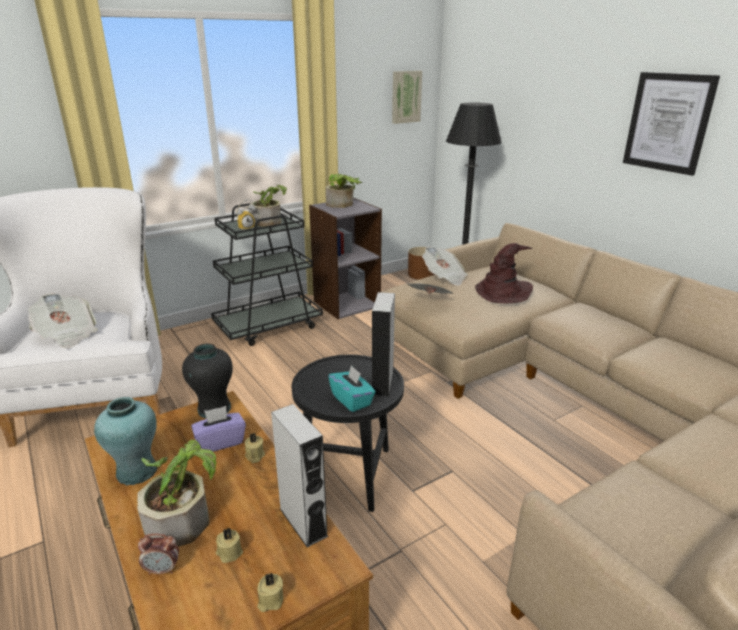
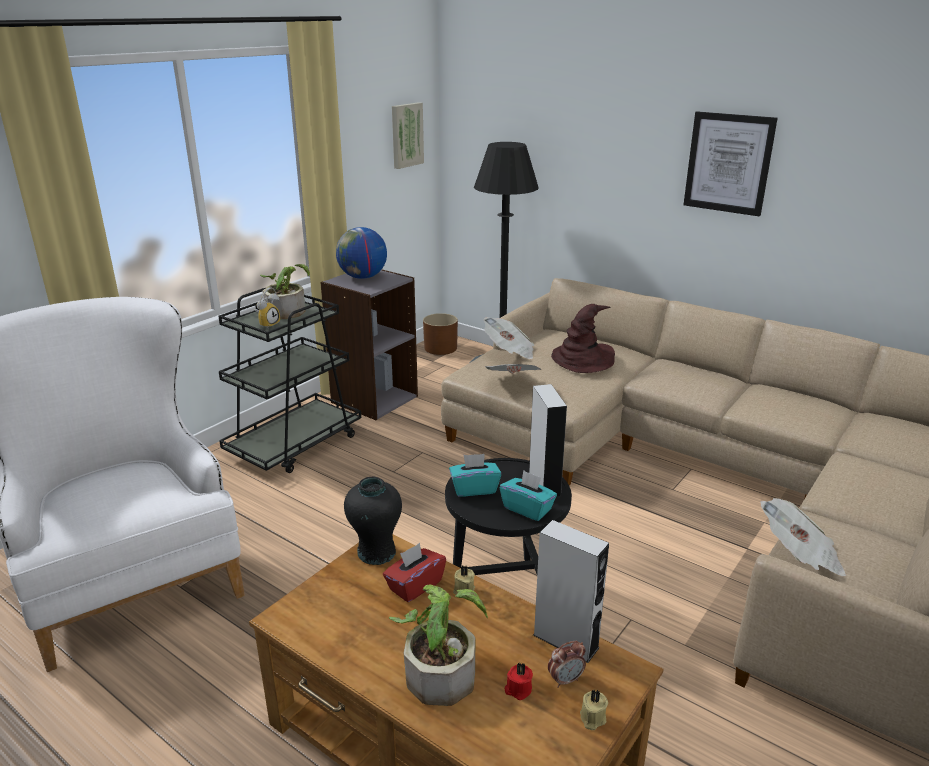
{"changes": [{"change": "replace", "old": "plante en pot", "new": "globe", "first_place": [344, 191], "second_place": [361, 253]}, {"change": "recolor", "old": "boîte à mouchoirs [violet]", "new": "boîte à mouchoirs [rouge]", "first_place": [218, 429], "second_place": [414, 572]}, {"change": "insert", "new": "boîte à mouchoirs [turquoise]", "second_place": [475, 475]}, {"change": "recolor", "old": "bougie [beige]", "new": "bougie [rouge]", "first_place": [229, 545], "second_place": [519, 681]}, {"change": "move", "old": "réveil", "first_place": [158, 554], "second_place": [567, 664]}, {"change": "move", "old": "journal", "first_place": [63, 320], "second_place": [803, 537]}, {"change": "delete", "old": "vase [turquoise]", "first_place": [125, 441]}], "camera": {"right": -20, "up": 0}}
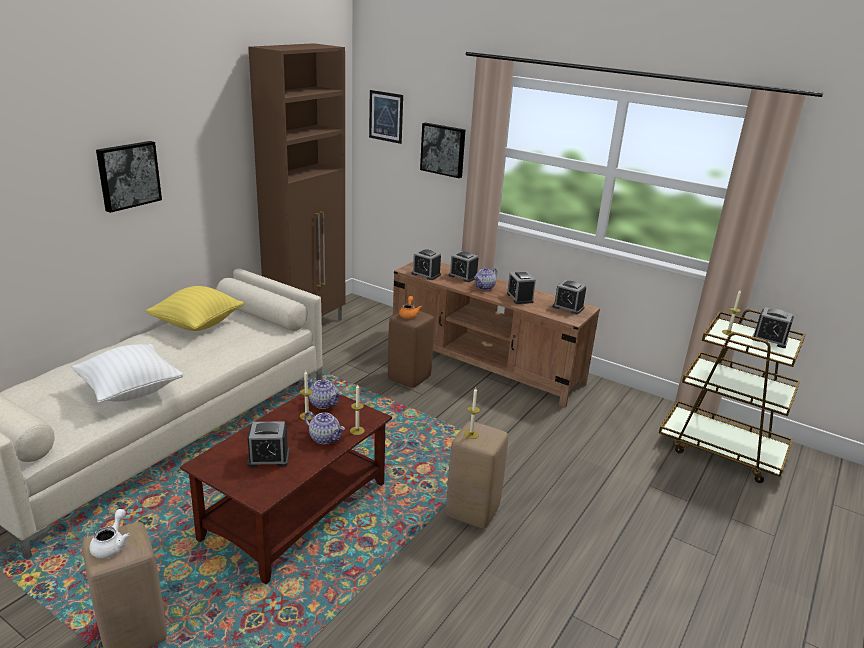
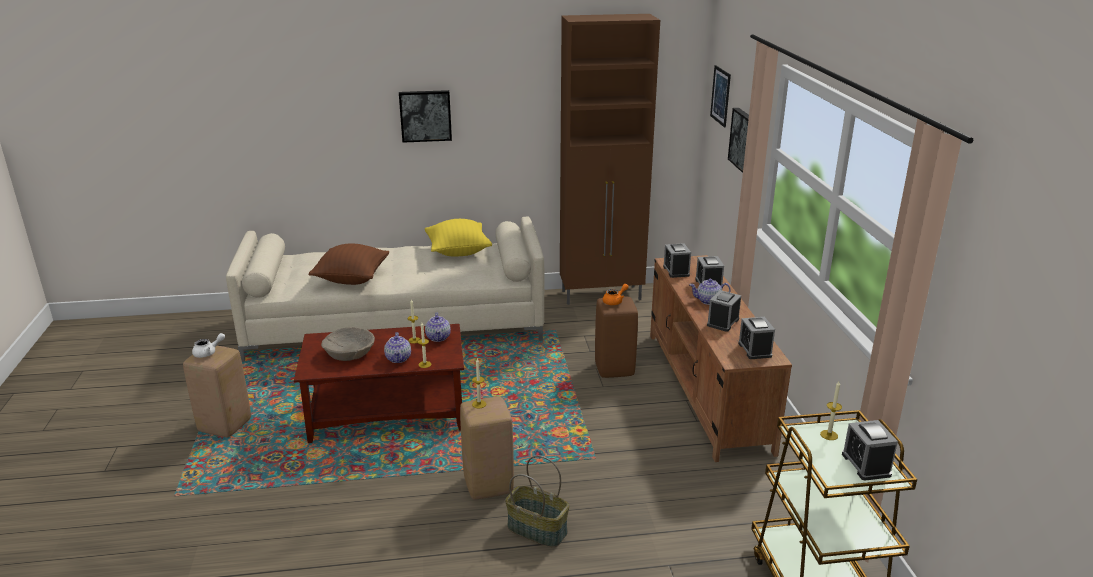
{"changes": [{"change": "recolor", "old": "coussin [blanc]", "new": "coussin [marron]", "first_place": [127, 373], "second_place": [348, 264]}, {"change": "replace", "old": "réveil", "new": "bol [beige]", "first_place": [268, 444], "second_place": [348, 344]}, {"change": "insert", "new": "panier", "second_place": [537, 501]}], "camera": {"right": 50, "up": 0}}
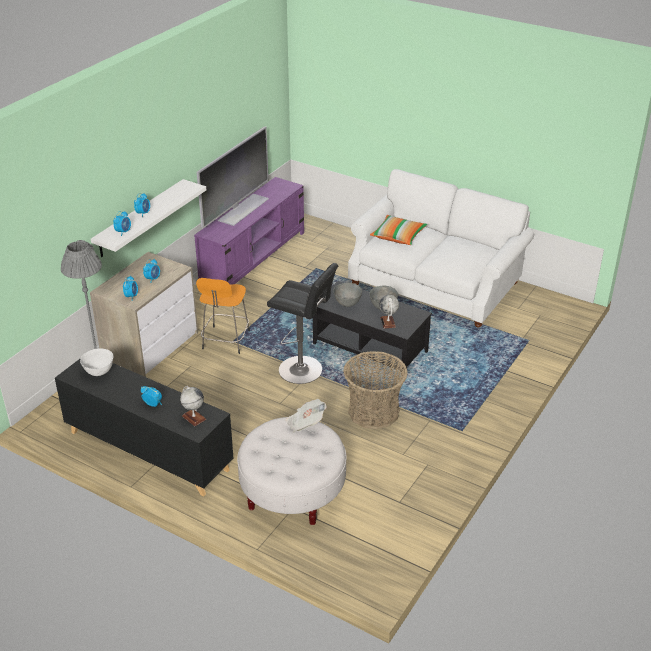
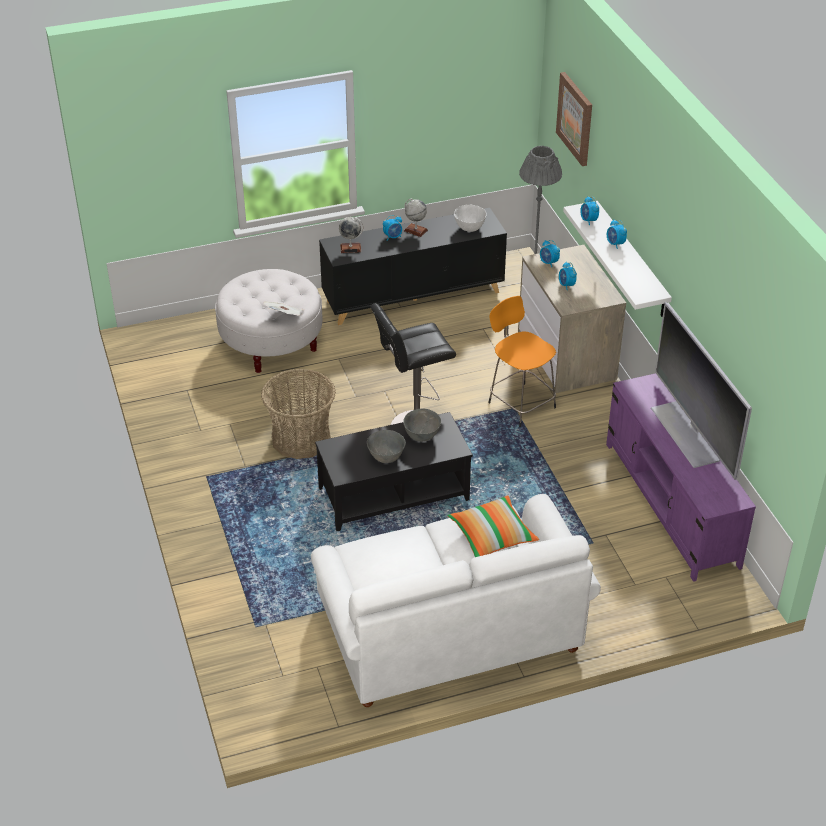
{"changes": [{"change": "move", "old": "globe", "first_place": [389, 312], "second_place": [416, 217]}, {"change": "insert", "new": "tableau", "second_place": [574, 119]}], "camera": {"right": 130, "up": 5}}
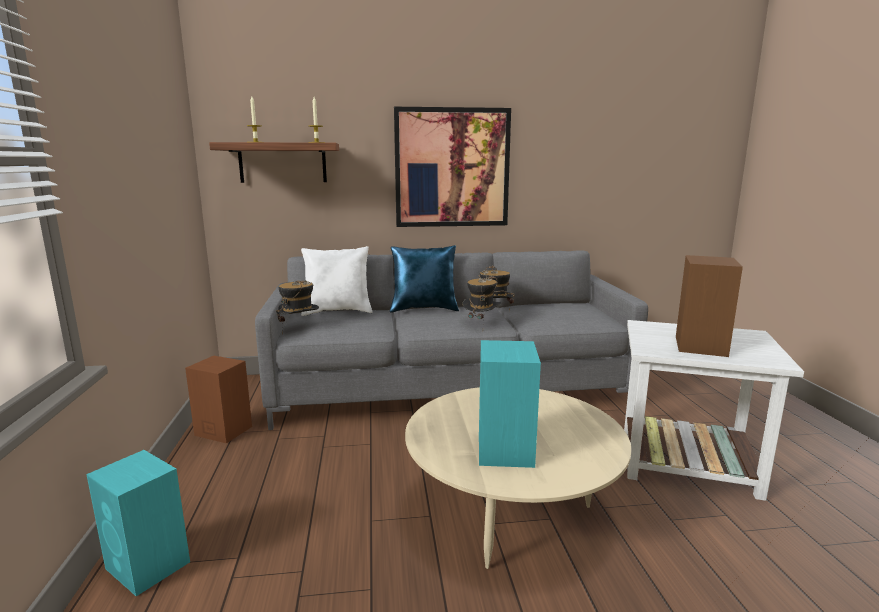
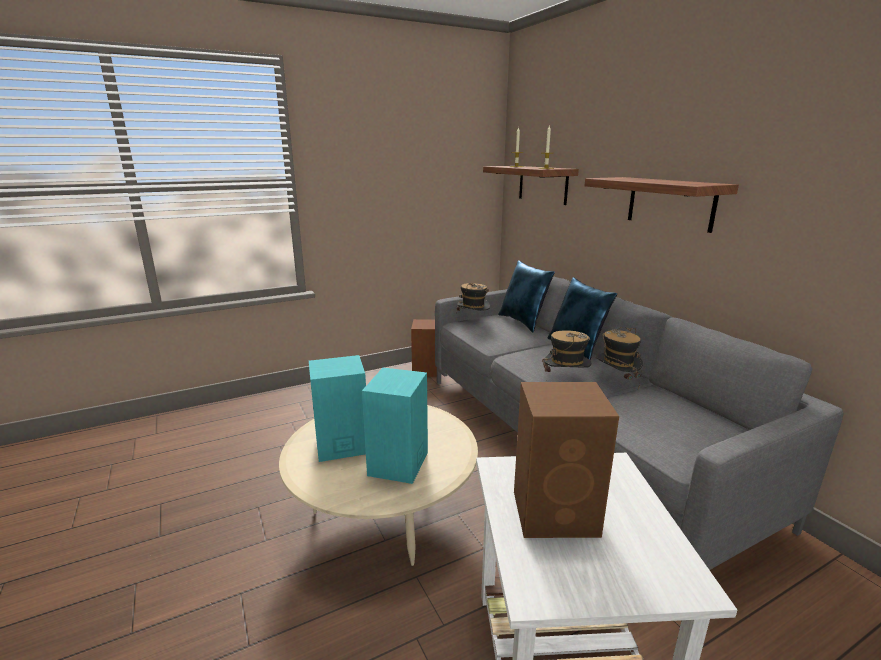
{"changes": [{"change": "move", "old": "enceinte [turquoise]", "first_place": [138, 523], "second_place": [395, 426]}, {"change": "recolor", "old": "coussin [blanc]", "new": "coussin [bleu]", "first_place": [337, 281], "second_place": [526, 296]}, {"change": "replace", "old": "tableau", "new": "étagère", "first_place": [452, 167], "second_place": [661, 205]}], "camera": {"right": 70, "up": 5}}
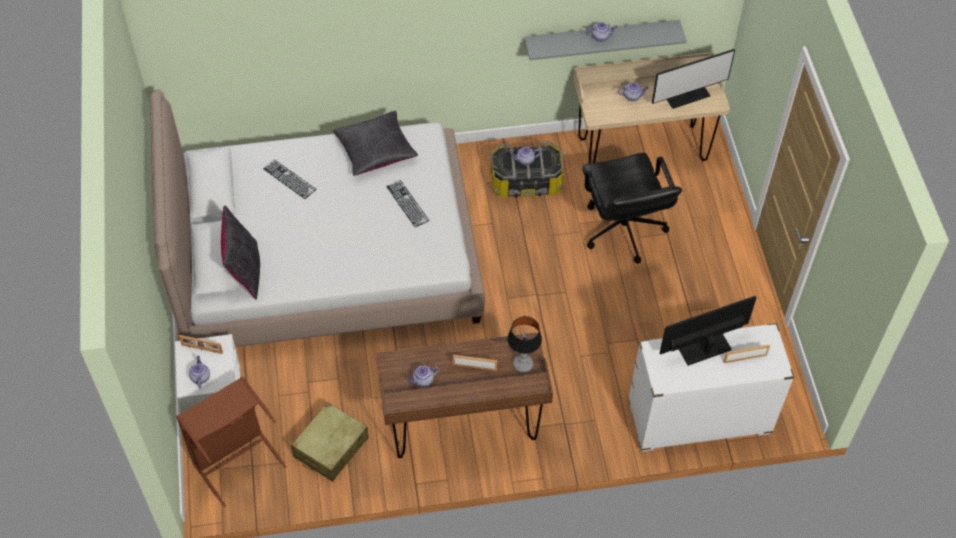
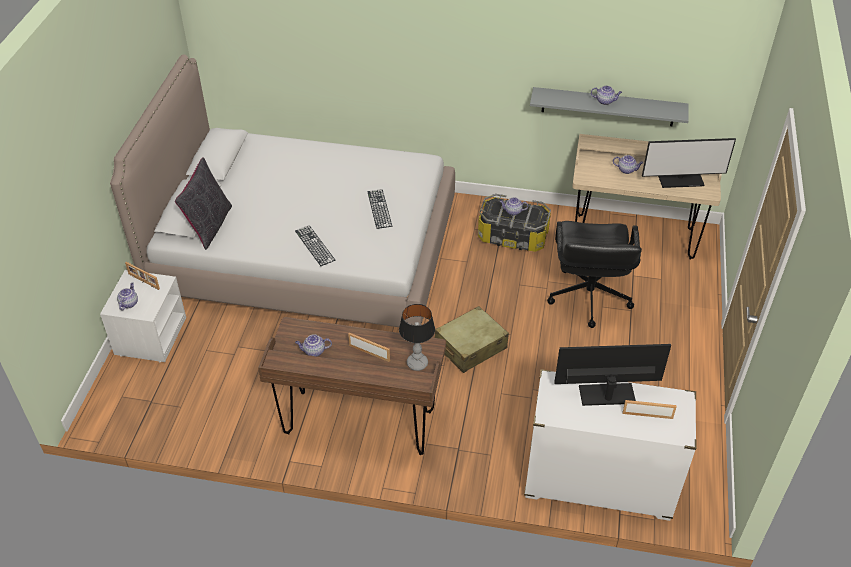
{"changes": [{"change": "move", "old": "clavier", "first_place": [289, 179], "second_place": [315, 245]}, {"change": "move", "old": "valise [beige]", "first_place": [330, 441], "second_place": [472, 339]}, {"change": "delete", "old": "panier à linge [marron]", "first_place": [231, 441]}, {"change": "delete", "old": "coussin [noir]", "first_place": [375, 143]}], "camera": {"right": 20, "up": -10}}
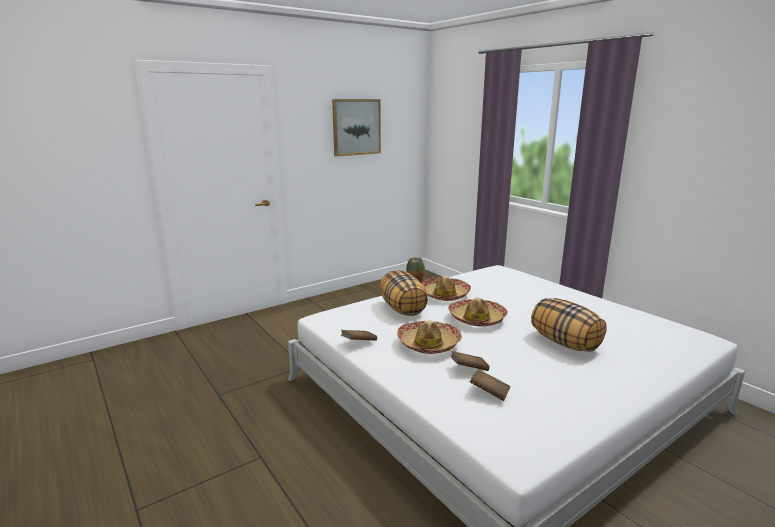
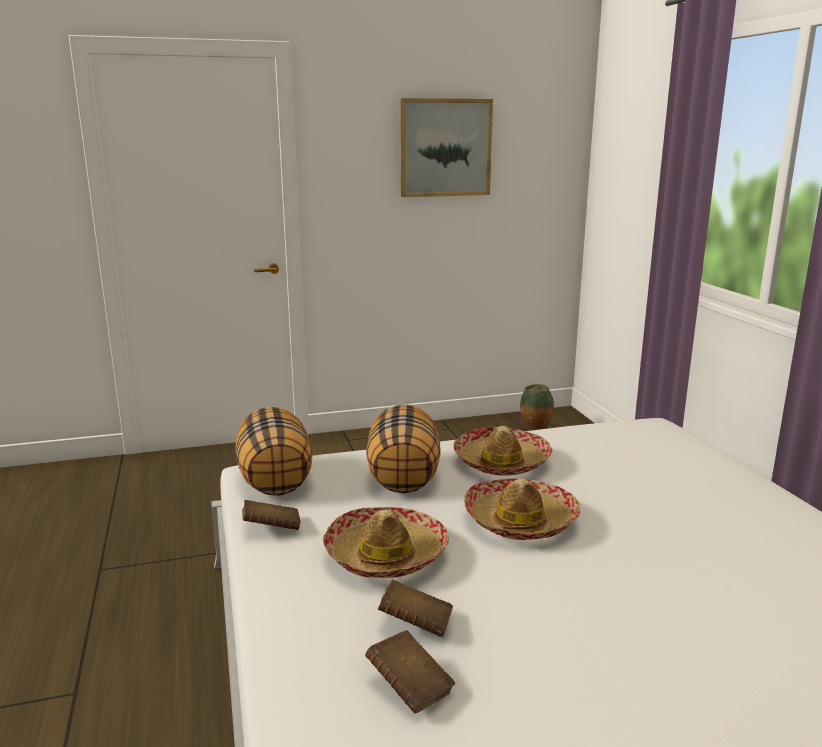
{"changes": [{"change": "move", "old": "coussin", "first_place": [569, 325], "second_place": [273, 451]}], "camera": {"right": 20, "up": 0}}
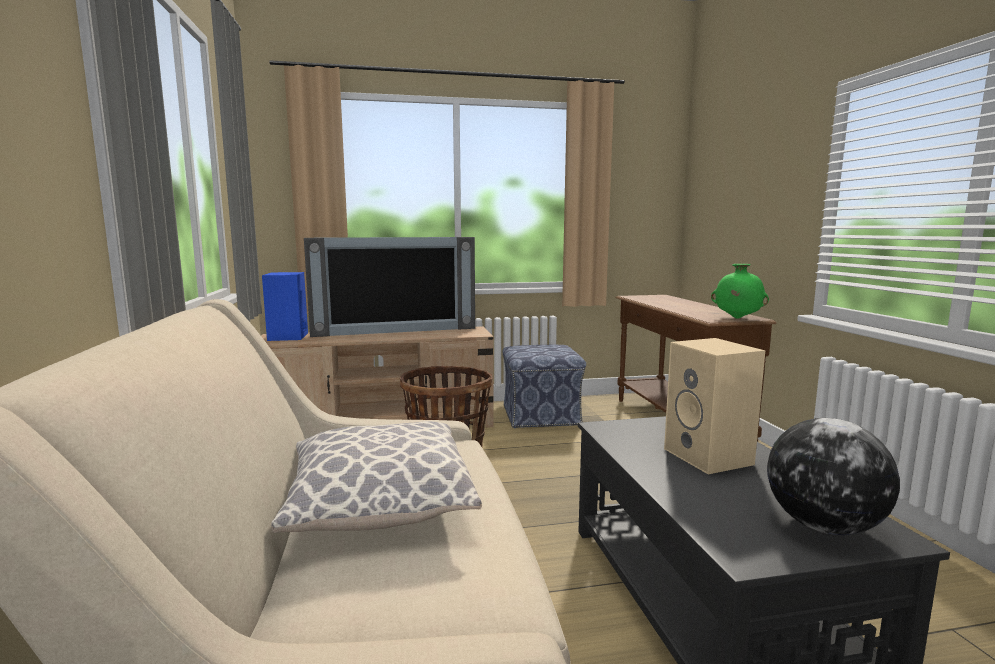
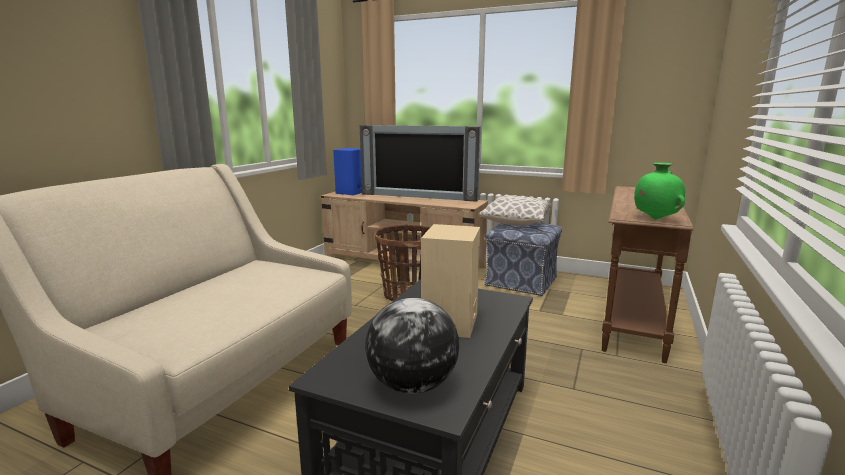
{"changes": [{"change": "move", "old": "coussin", "first_place": [376, 477], "second_place": [515, 210]}], "camera": {"right": 35, "up": 5}}
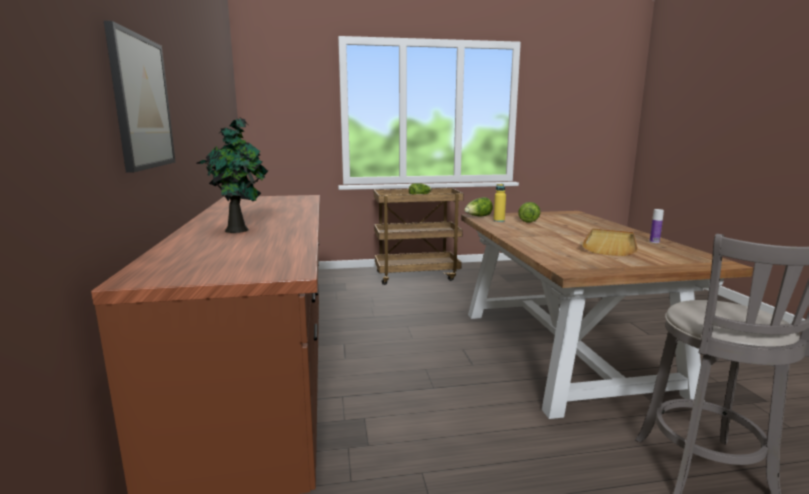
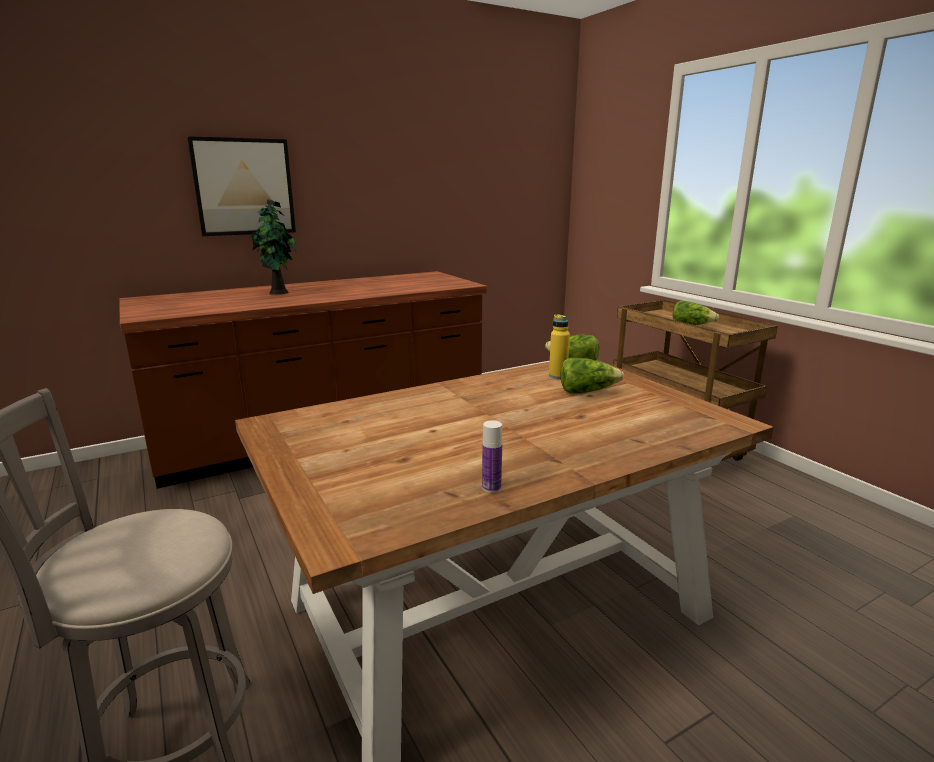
{"changes": [{"change": "delete", "old": "plateau [beige]", "first_place": [610, 242]}], "camera": {"right": 70, "up": 5}}
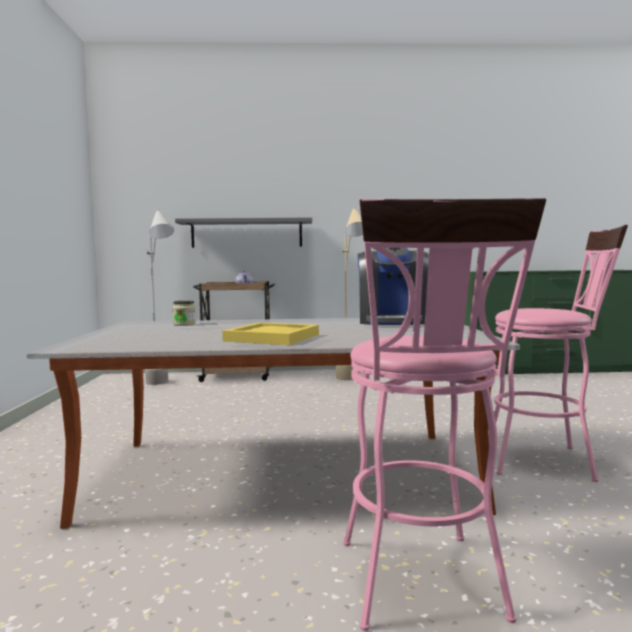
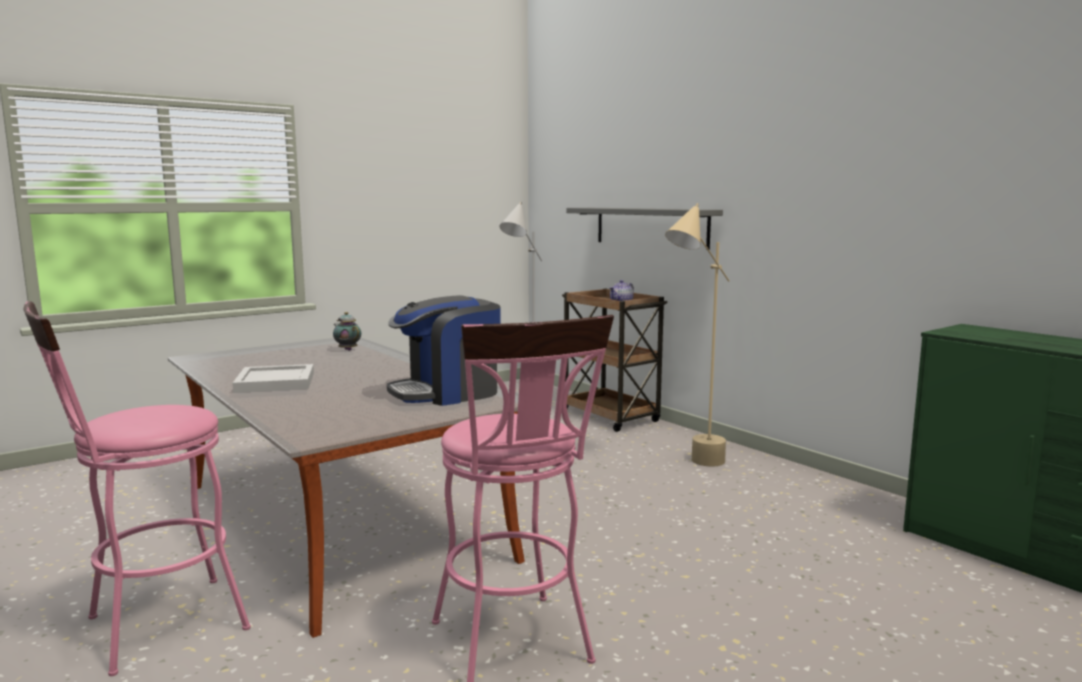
{"changes": [{"change": "recolor", "old": "plateau [jaune]", "new": "plateau [blanc]", "first_place": [270, 334], "second_place": [273, 378]}, {"change": "replace", "old": "bocal", "new": "théière", "first_place": [184, 313], "second_place": [347, 331]}], "camera": {"right": 55, "up": 5}}
